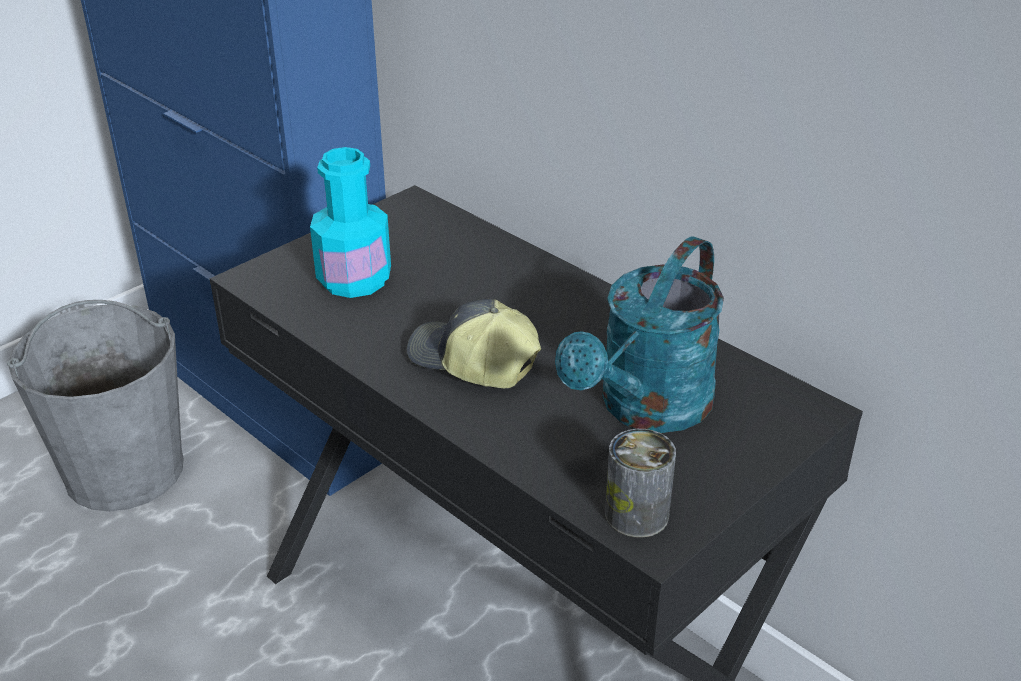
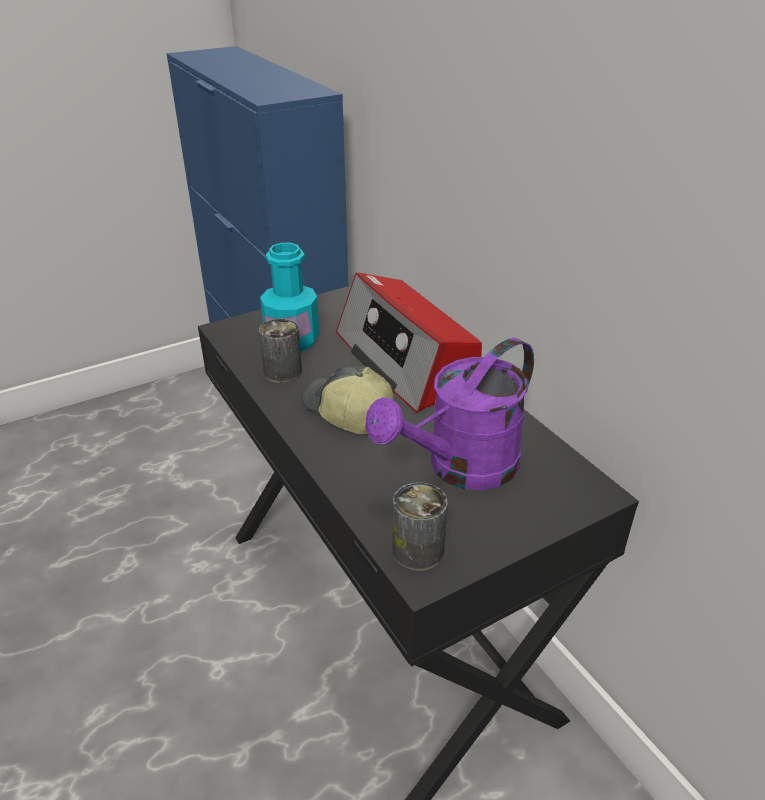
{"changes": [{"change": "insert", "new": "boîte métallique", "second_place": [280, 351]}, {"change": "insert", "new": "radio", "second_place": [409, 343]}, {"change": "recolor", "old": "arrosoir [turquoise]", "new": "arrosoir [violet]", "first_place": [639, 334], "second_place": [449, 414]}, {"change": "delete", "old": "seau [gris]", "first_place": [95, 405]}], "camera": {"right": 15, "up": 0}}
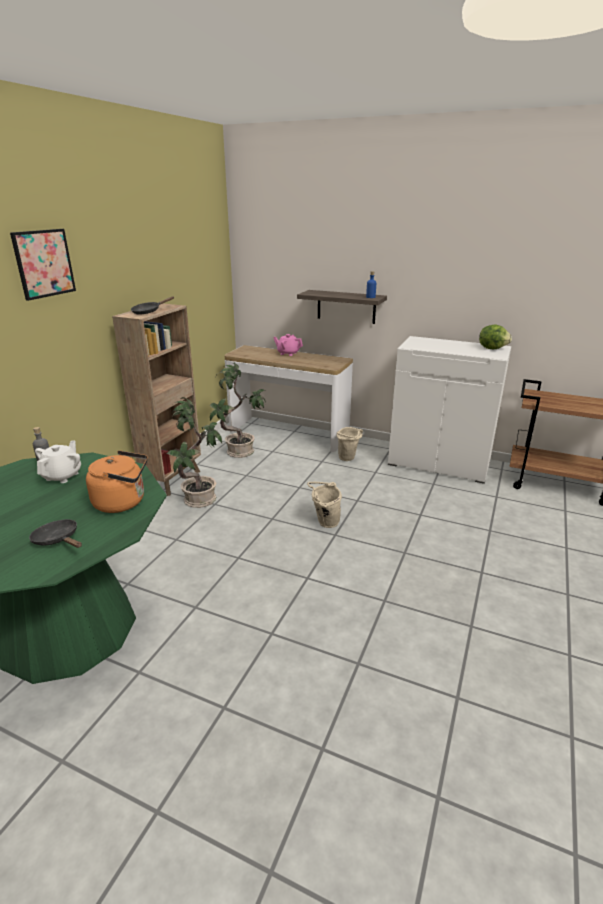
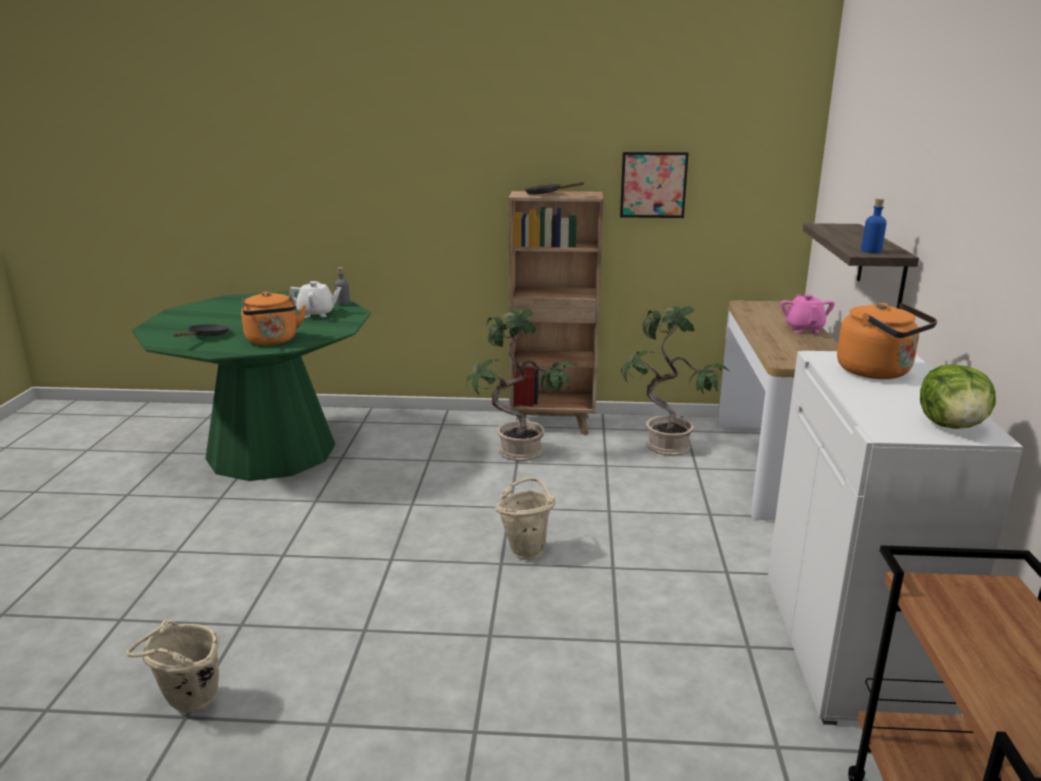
{"changes": [{"change": "move", "old": "seau [beige]", "first_place": [350, 444], "second_place": [172, 666]}, {"change": "move", "old": "tableau", "first_place": [43, 265], "second_place": [654, 185]}, {"change": "insert", "new": "bouilloire [orange]", "second_place": [887, 341]}], "camera": {"right": 70, "up": -5}}
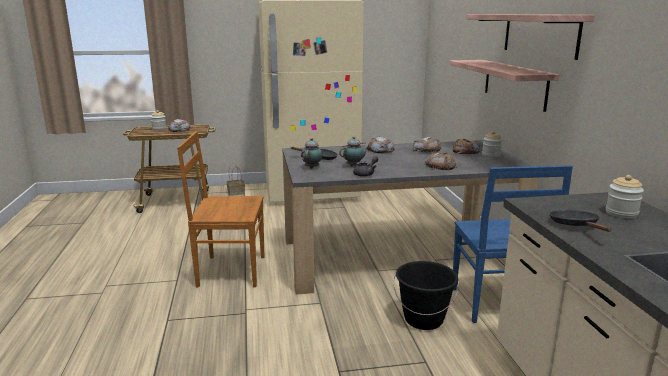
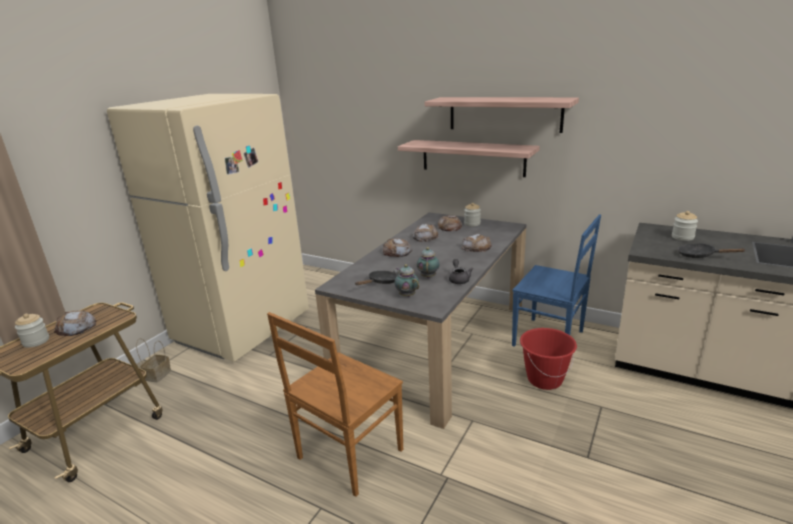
{"changes": [{"change": "recolor", "old": "seau [noir]", "new": "seau [rouge]", "first_place": [426, 295], "second_place": [548, 359]}], "camera": {"right": -50, "up": 5}}
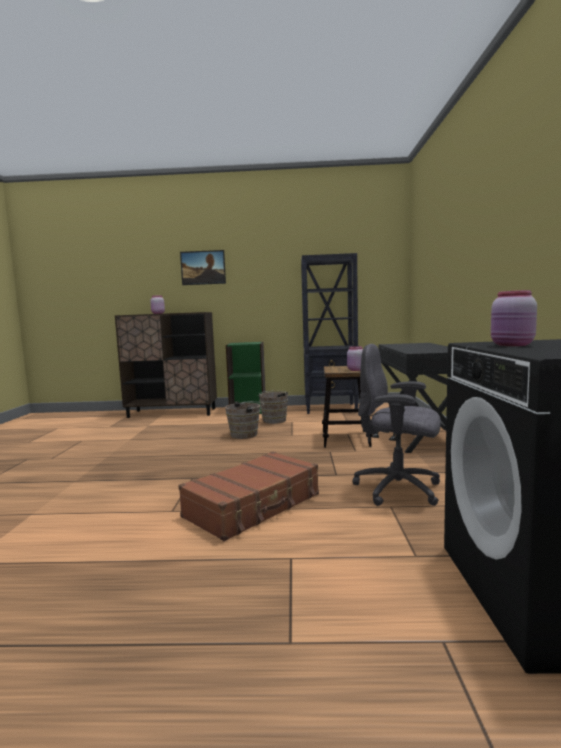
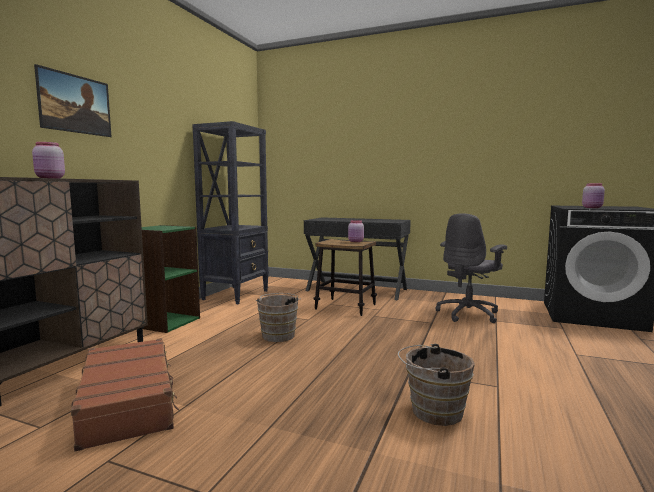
{"changes": [{"change": "move", "old": "valise [marron]", "first_place": [248, 496], "second_place": [125, 395]}, {"change": "move", "old": "seau [marron]", "first_place": [273, 407], "second_place": [436, 385]}], "camera": {"right": -70, "up": 0}}
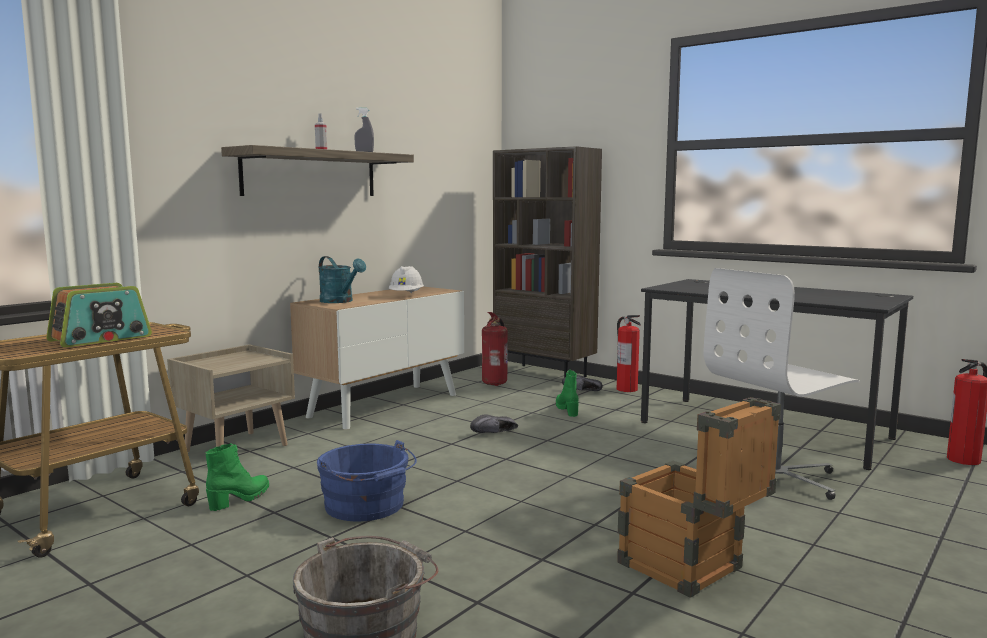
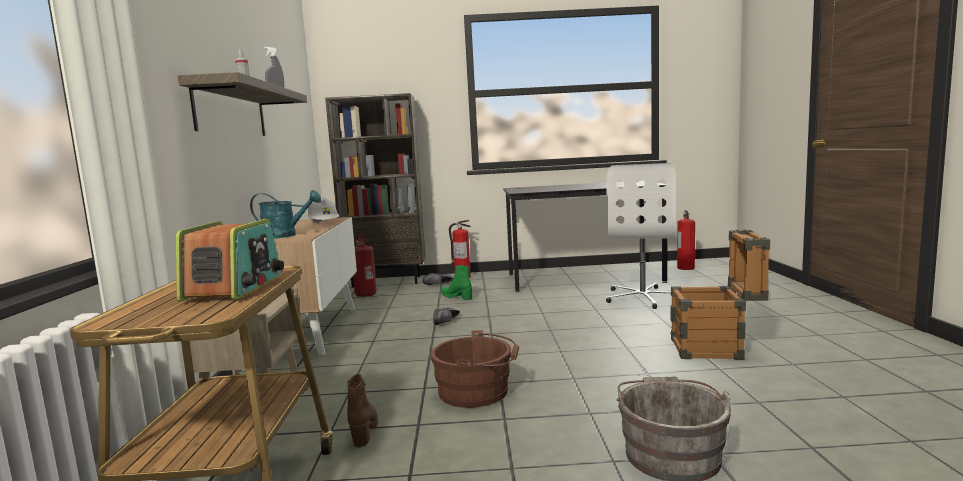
{"changes": [{"change": "recolor", "old": "botte [vert]", "new": "botte [marron]", "first_place": [237, 477], "second_place": [362, 410]}, {"change": "recolor", "old": "seau [bleu]", "new": "seau [marron]", "first_place": [367, 481], "second_place": [474, 369]}], "camera": {"right": -40, "up": 0}}
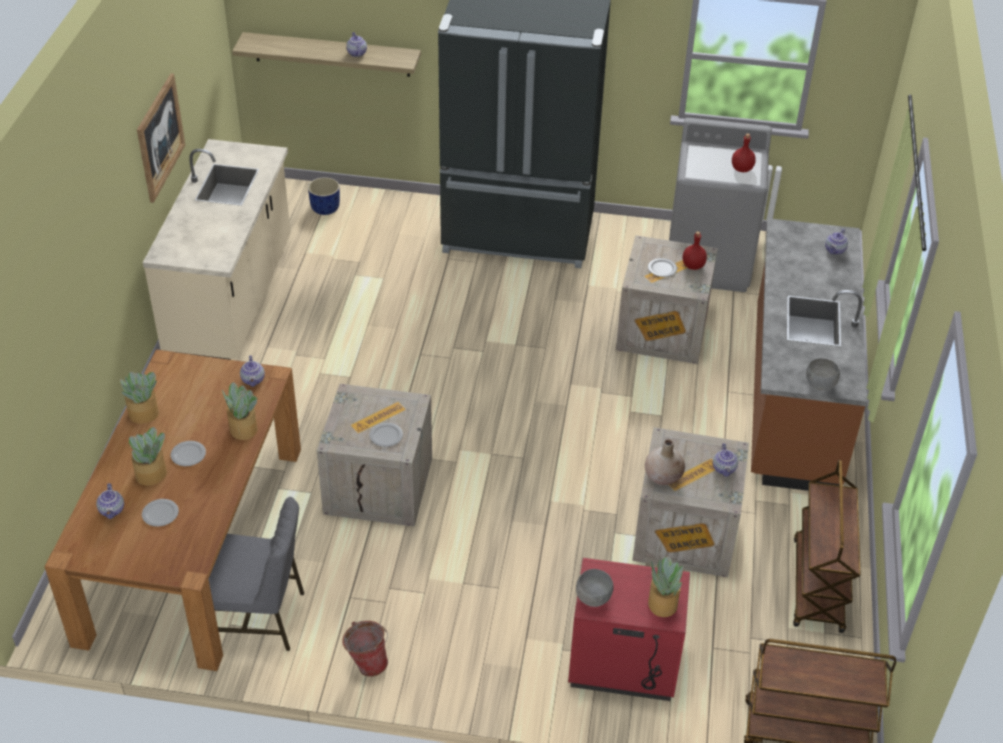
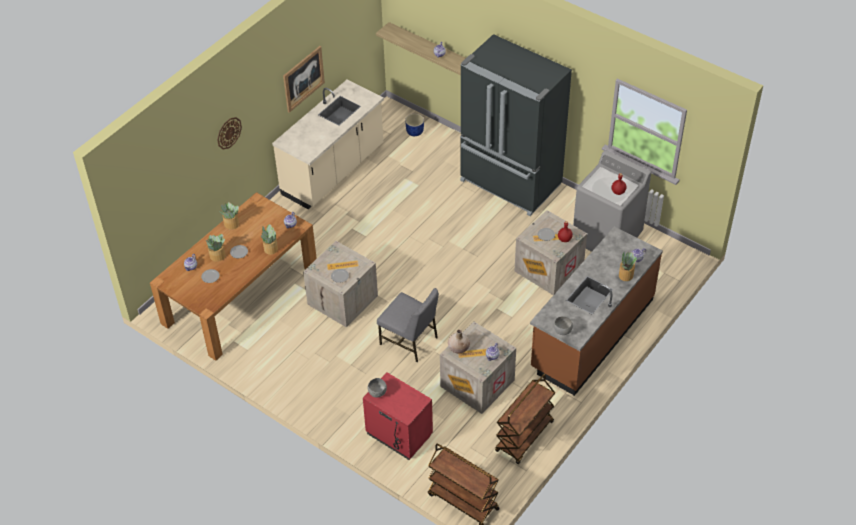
{"changes": [{"change": "insert", "new": "horloge murale", "second_place": [229, 133]}, {"change": "move", "old": "chaise [gris]", "first_place": [256, 574], "second_place": [408, 325]}, {"change": "move", "old": "plante en pot", "first_place": [665, 586], "second_place": [628, 266]}, {"change": "delete", "old": "seau", "first_place": [365, 649]}], "camera": {"right": 30, "up": 5}}
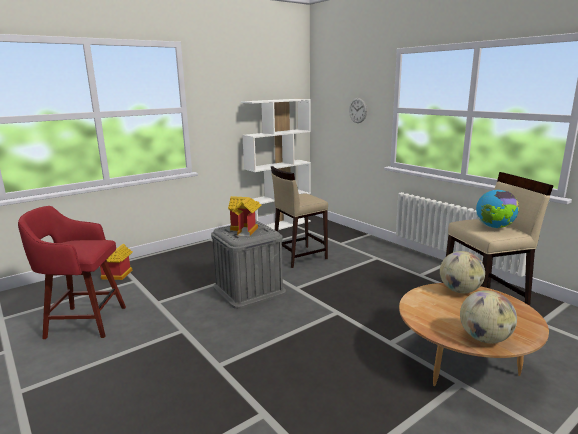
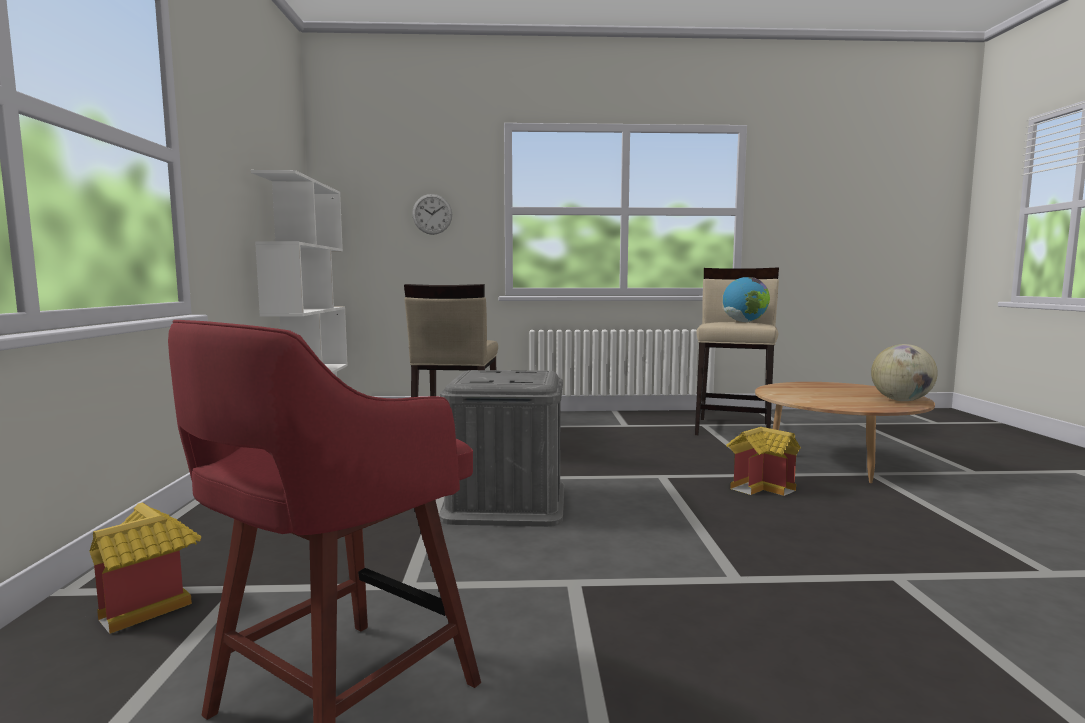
{"changes": [{"change": "move", "old": "maison miniature", "first_place": [245, 216], "second_place": [763, 461]}, {"change": "delete", "old": "globe", "first_place": [462, 272]}], "camera": {"right": -55, "up": -10}}
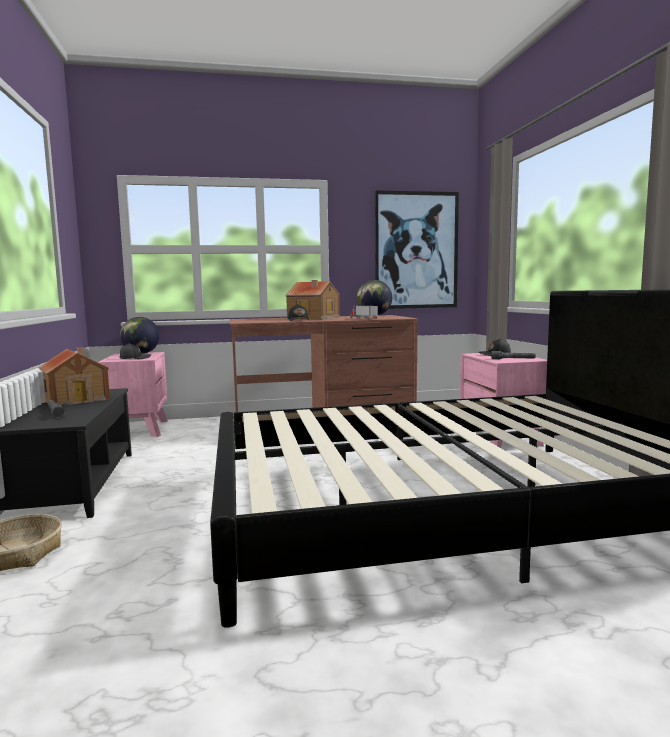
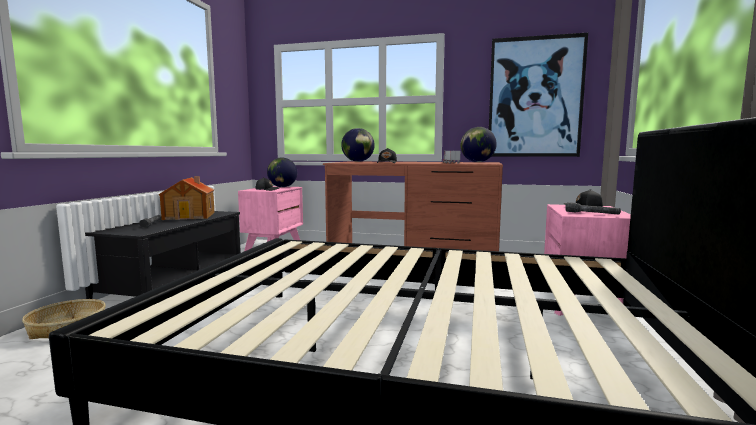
{"changes": [{"change": "insert", "new": "globe", "second_place": [358, 145]}, {"change": "delete", "old": "maison miniature", "first_place": [313, 299]}], "camera": {"right": 25, "up": 0}}
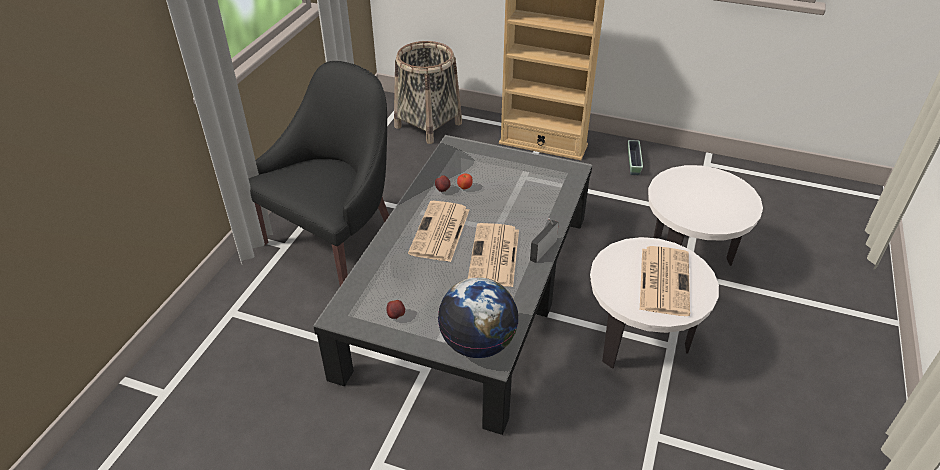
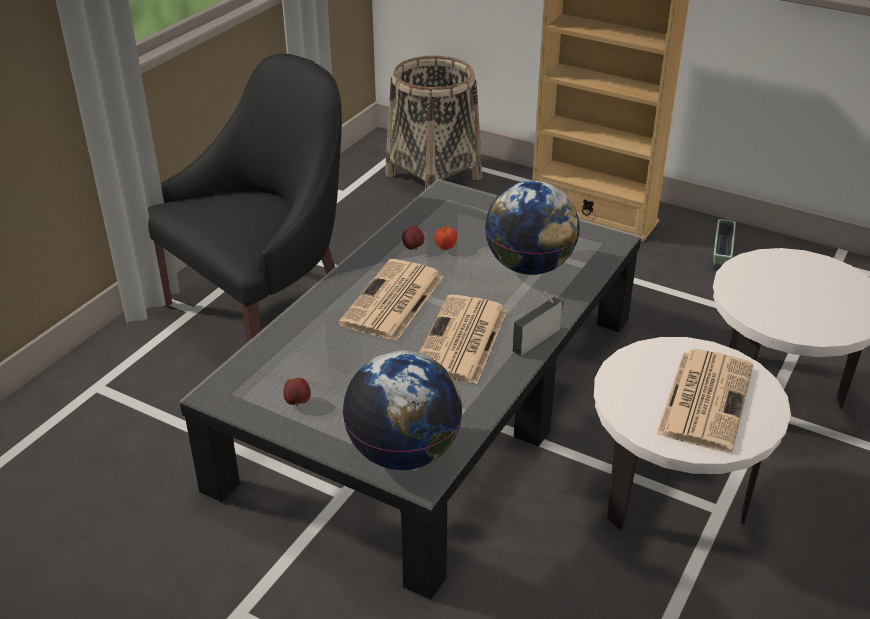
{"changes": [{"change": "insert", "new": "globe", "second_place": [532, 228]}], "camera": {"right": 10, "up": -5}}
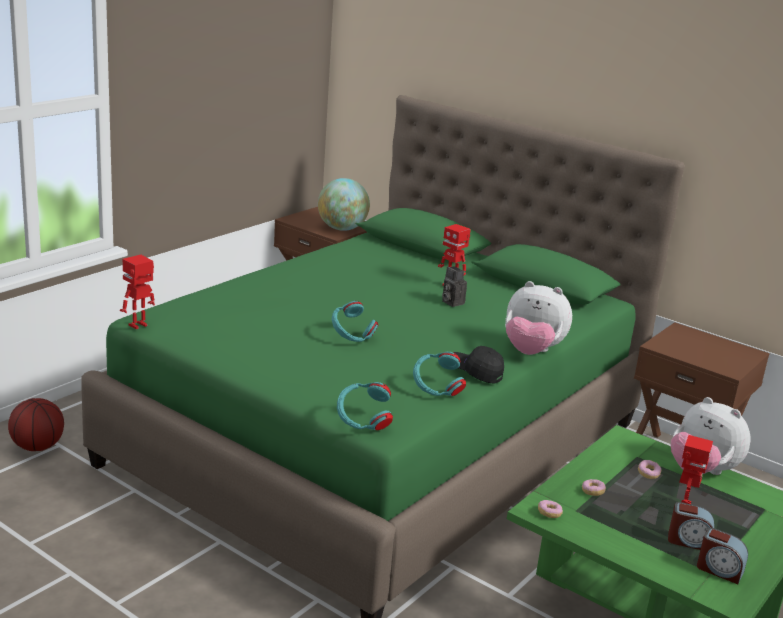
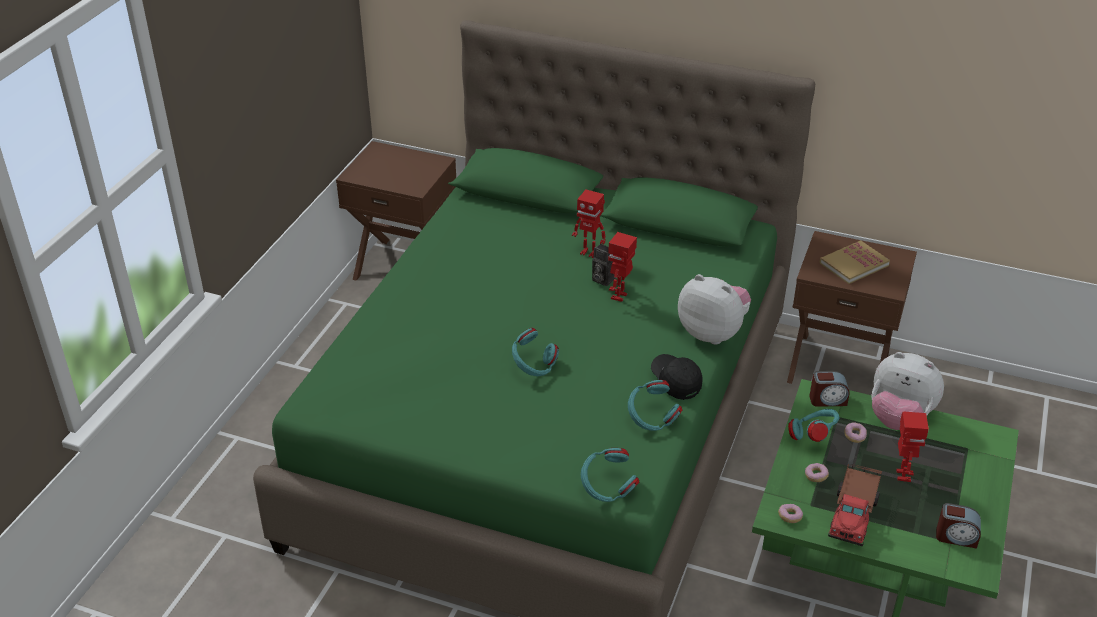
{"changes": [{"change": "move", "old": "robot jouet", "first_place": [137, 292], "second_place": [622, 267]}, {"change": "rotate", "old": "casquette [noir]", "first_place": [478, 365], "second_place": [677, 377], "degrees": 45}, {"change": "rotate", "old": "peluche", "first_place": [538, 318], "second_place": [714, 309], "degrees": -150}, {"change": "insert", "new": "casque audio [turquoise]", "second_place": [813, 425]}, {"change": "move", "old": "réveil", "first_place": [691, 526], "second_place": [829, 389]}, {"change": "insert", "new": "livre", "second_place": [854, 262]}, {"change": "insert", "new": "camion jouet", "second_place": [855, 505]}, {"change": "delete", "old": "ballon de basket", "first_place": [36, 424]}, {"change": "delete", "old": "globe", "first_place": [344, 204]}], "camera": {"right": -15, "up": 15}}
